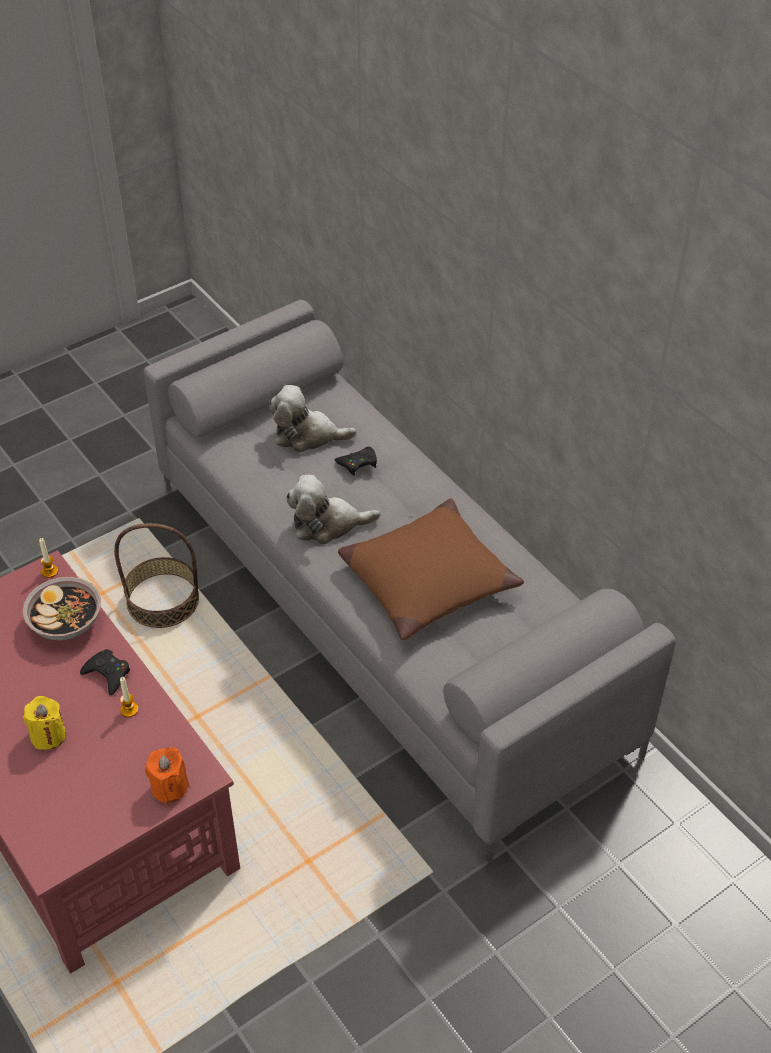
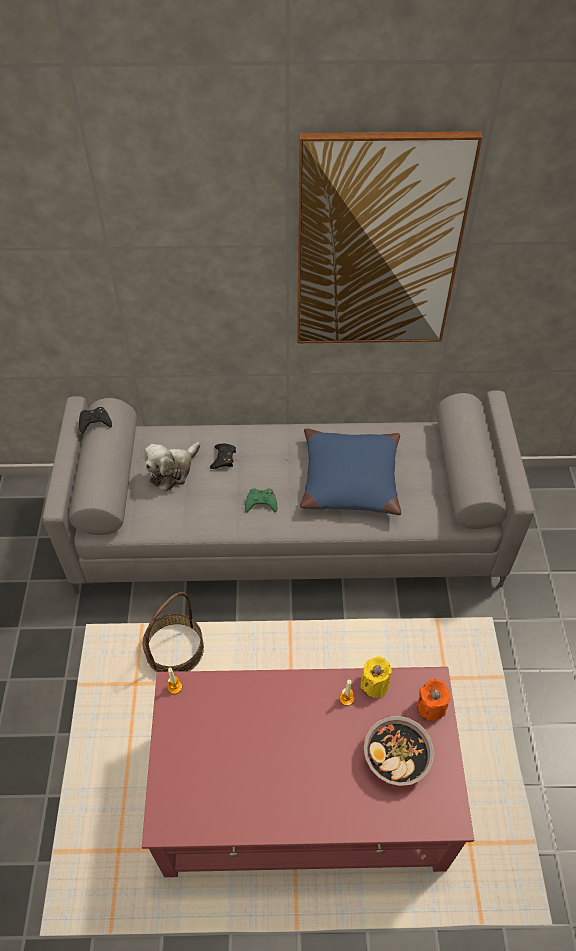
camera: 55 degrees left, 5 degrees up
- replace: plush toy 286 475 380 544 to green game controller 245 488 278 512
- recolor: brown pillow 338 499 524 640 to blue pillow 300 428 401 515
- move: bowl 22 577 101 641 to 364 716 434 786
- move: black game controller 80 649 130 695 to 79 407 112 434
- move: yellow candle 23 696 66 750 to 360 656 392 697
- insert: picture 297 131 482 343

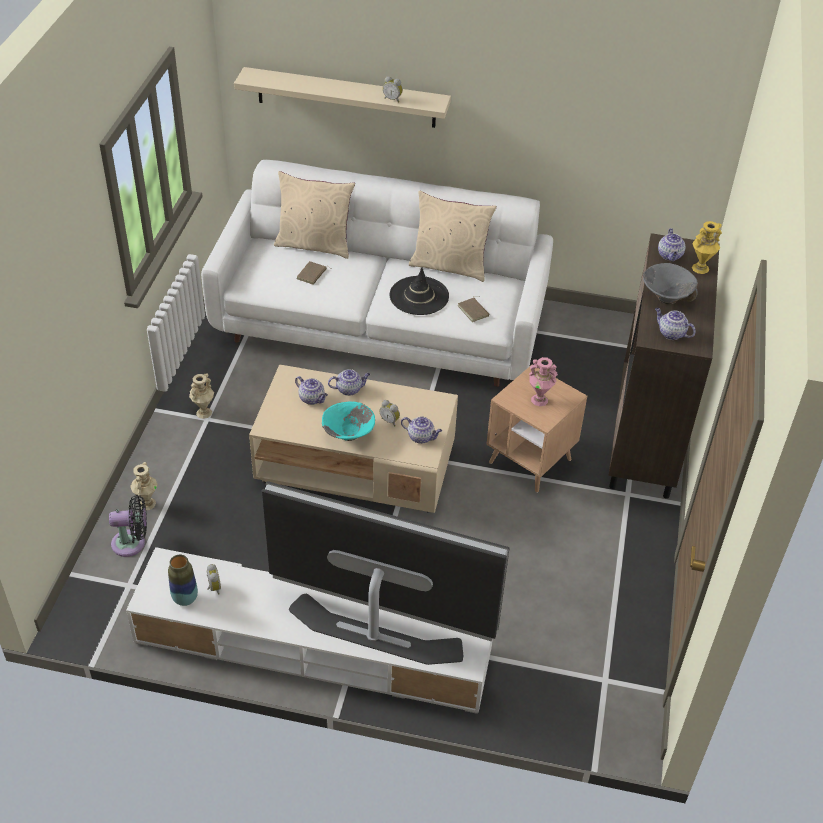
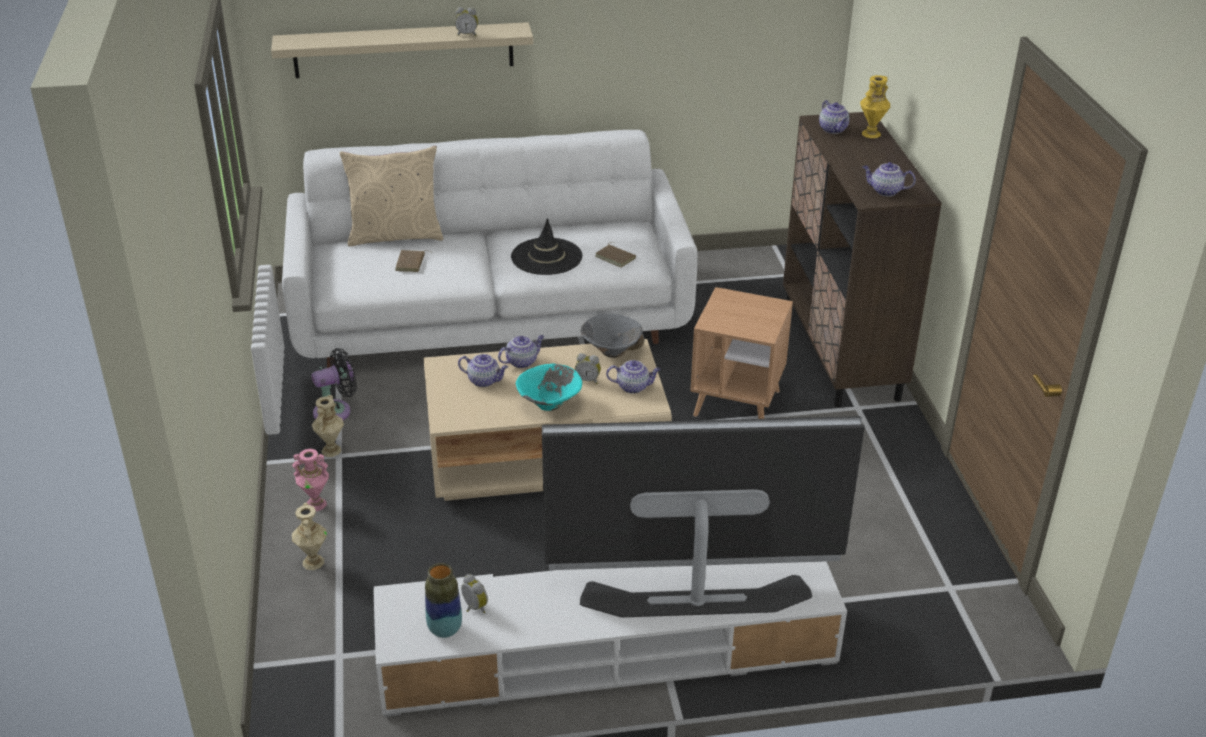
camera: 20 degrees left, 10 degrees down
- delete: beige pillow 409 191 497 282
- move: grey bowl 643 263 698 304 to 580 313 645 358
- move: pink vase 529 357 558 406 to 292 449 329 511
- move: black fan 109 495 147 557 to 311 348 357 420

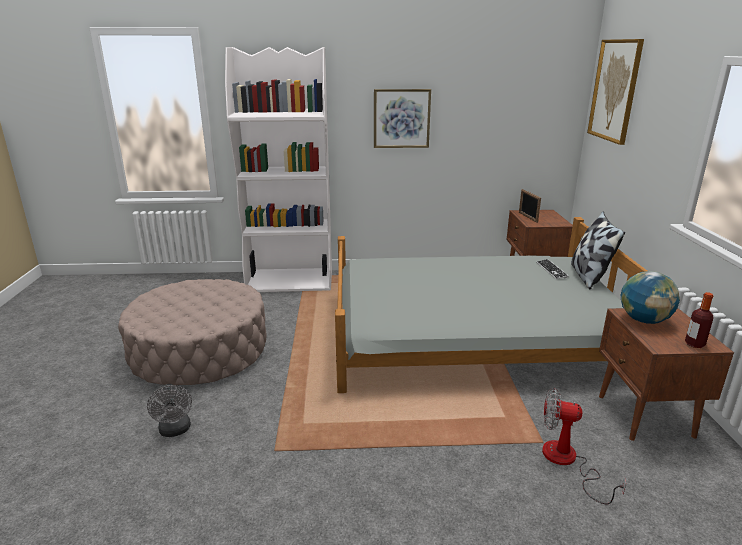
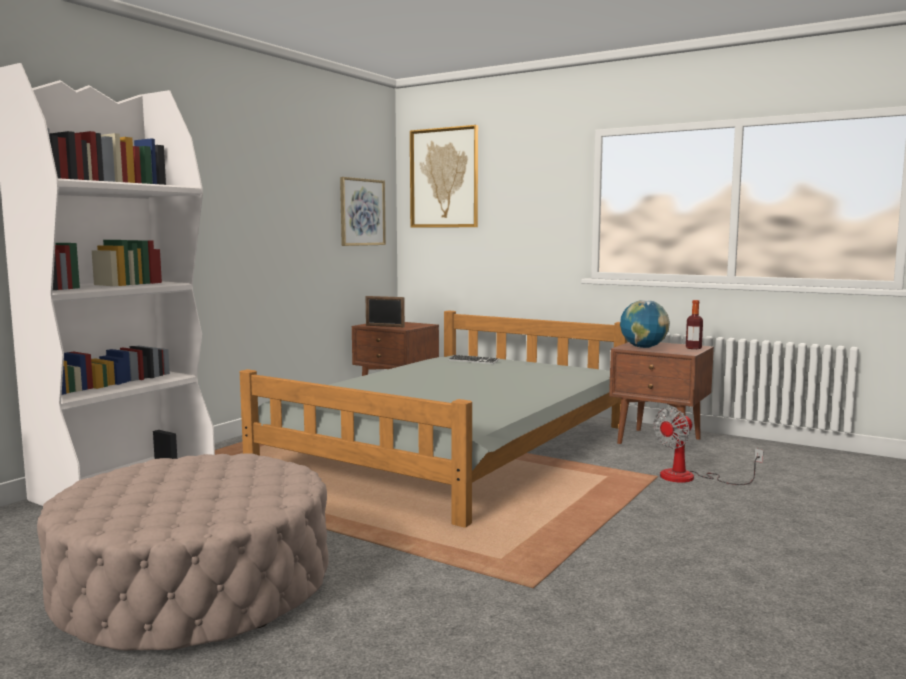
camera: 55 degrees left, 15 degrees down
- move: picture 374 89 431 148 to 340 177 386 246
- delete: pillow 571 211 625 289
- delete: grey fan 147 384 192 437

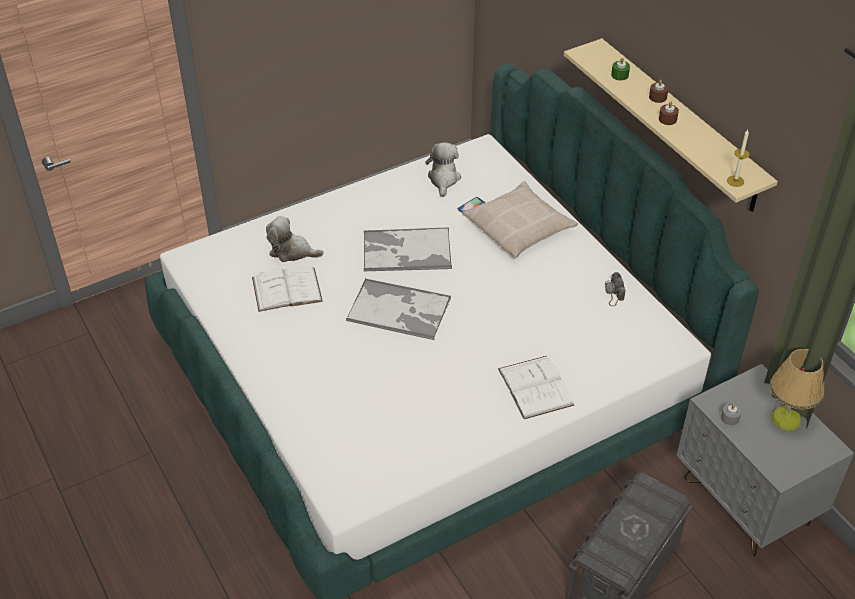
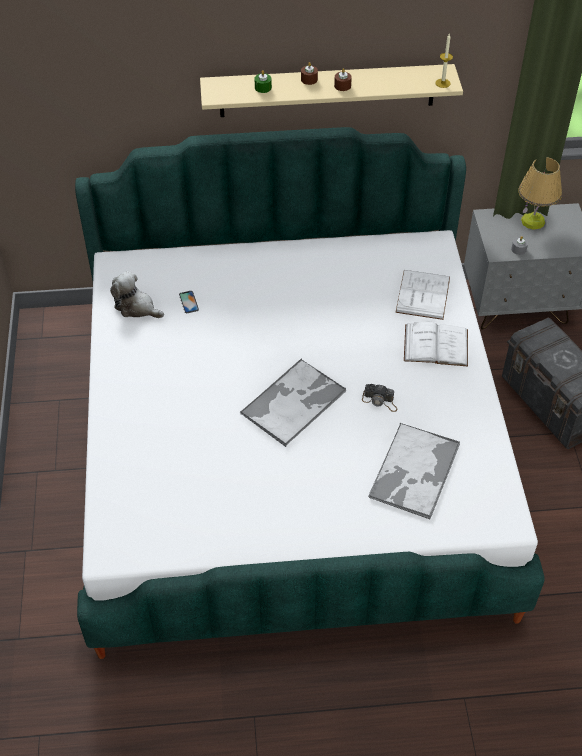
camera: 65 degrees left, 5 degrees up
- delete: beige pillow 462 181 578 259
- delete: plush toy 266 216 324 262
- move: tray 364 227 452 272 to 368 423 460 519
- move: white book 252 267 323 312 to 395 270 450 320
- move: photo camera 605 272 626 306 to 362 384 397 412

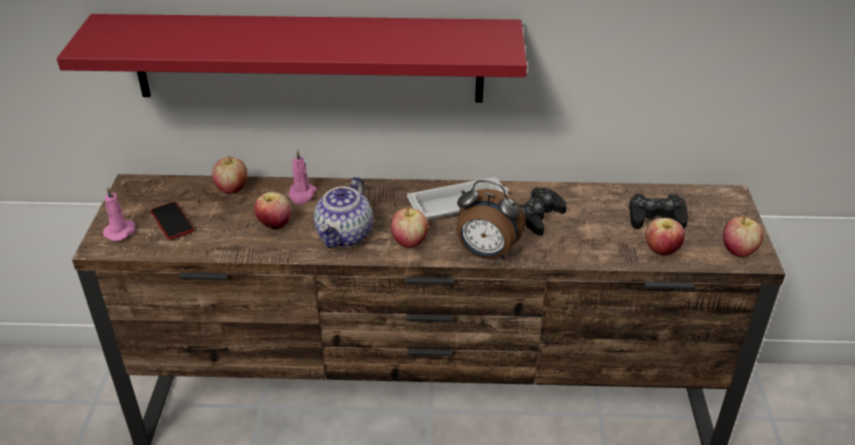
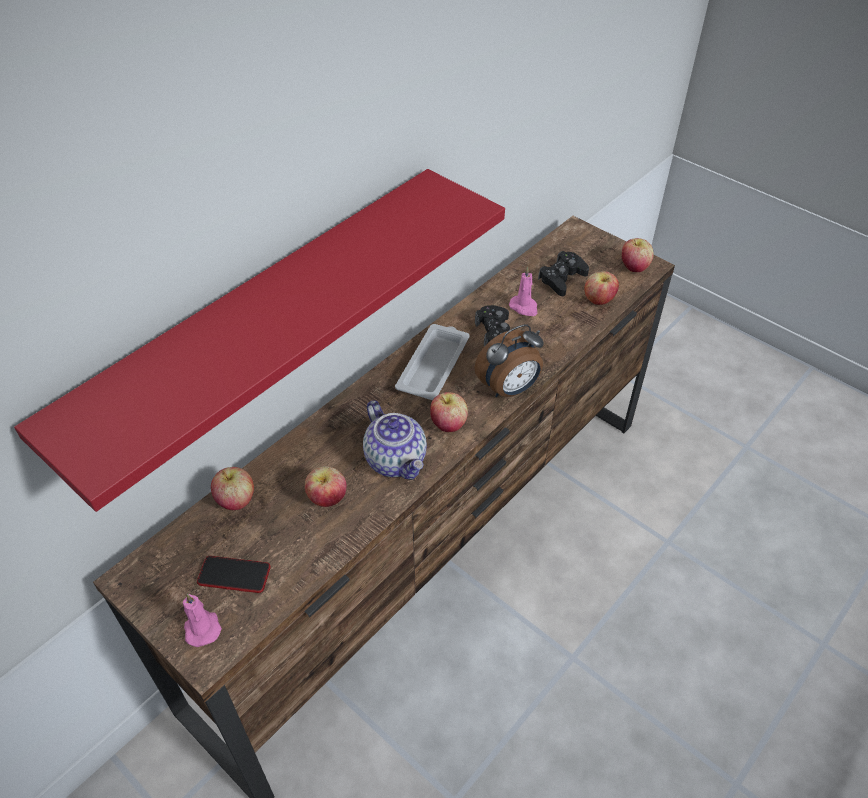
camera: 50 degrees left, 10 degrees up
- move: pink candle 288 149 317 204 to 509 267 537 316

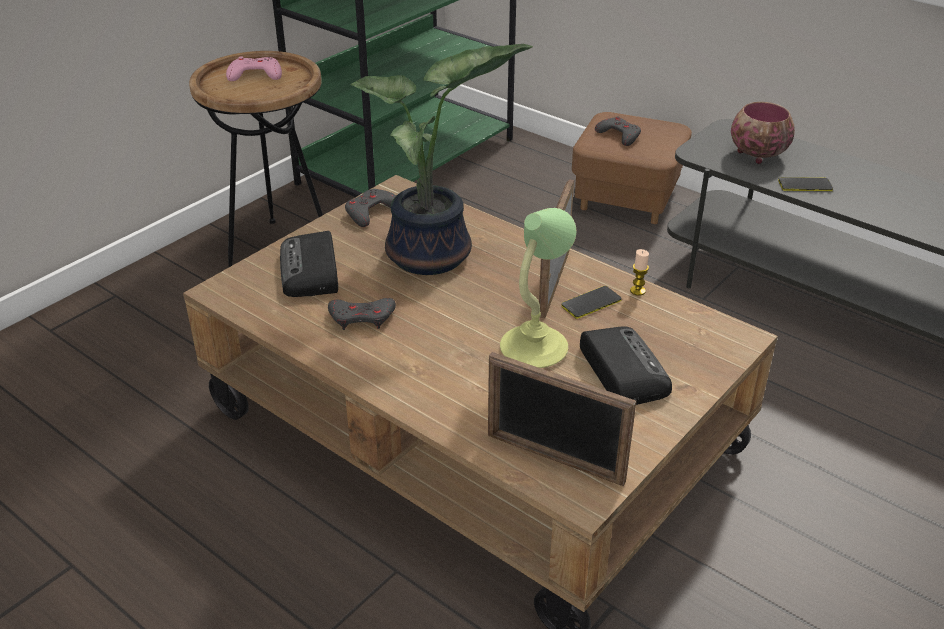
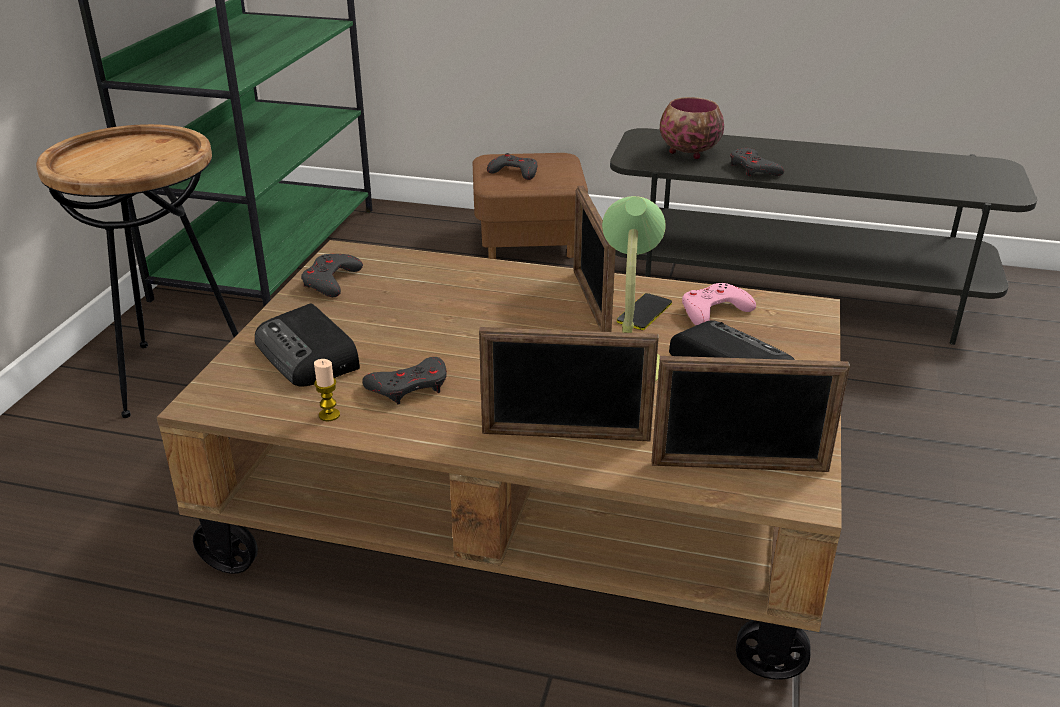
camera: 25 degrees left, 5 degrees down
- delete: potted plant 351 44 533 275
- move: pink game controller 226 56 282 81 to 682 283 756 325
- replace: phone 778 177 833 191 to grey game controller 730 148 784 176
- move: candle 630 249 649 296 to 314 359 340 421
- insert: picture frame 479 327 659 441

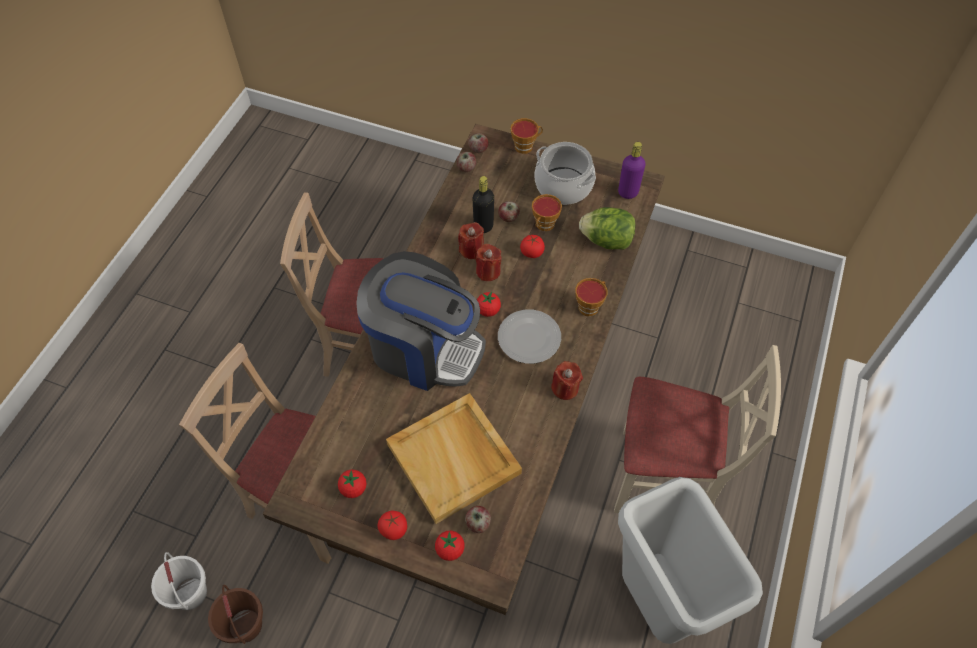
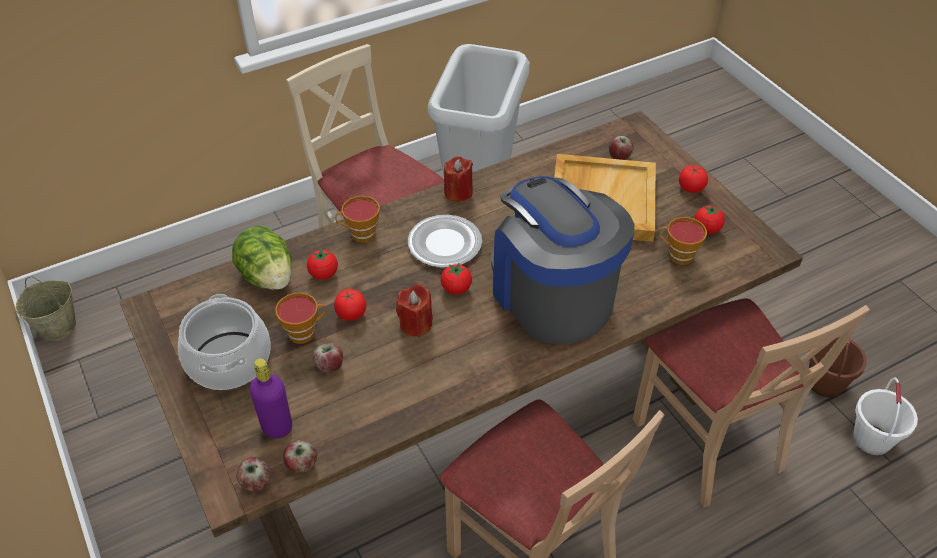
camera: 140 degrees left, 10 degrees down
- move: cup 510 118 543 154 to 659 217 707 265
- move: purple bottle 618 142 645 199 to 250 358 292 438
- delete: black bottle 473 176 494 233
- delete: red candle 458 222 484 260
- move: tomato 435 531 465 561 to 307 248 338 280
- insert: beige bucket 16 277 76 340

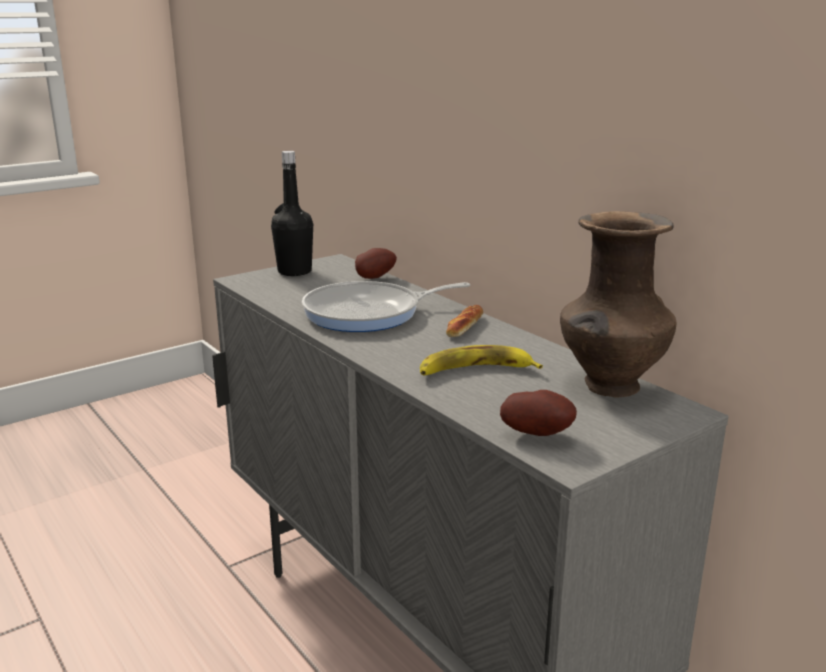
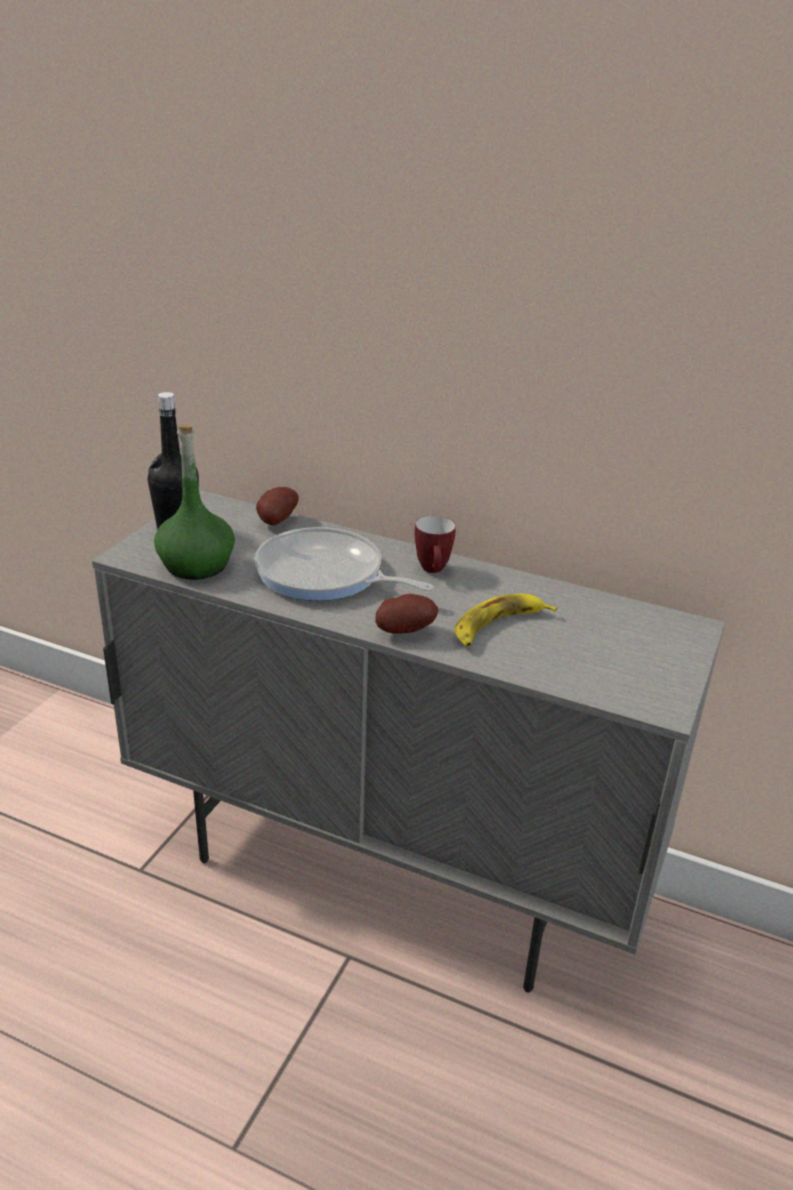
camera: 30 degrees left, 10 degrees up
- delete: brown vase 560 211 677 397
- rotate: frying pan 302 281 470 332 = 255 527 434 601 75 degrees clockwise
- replace: bread 446 305 483 337 to mug 415 516 456 573
- move: potato 500 390 577 436 to 375 594 438 633
- insert: green bottle 154 425 235 580

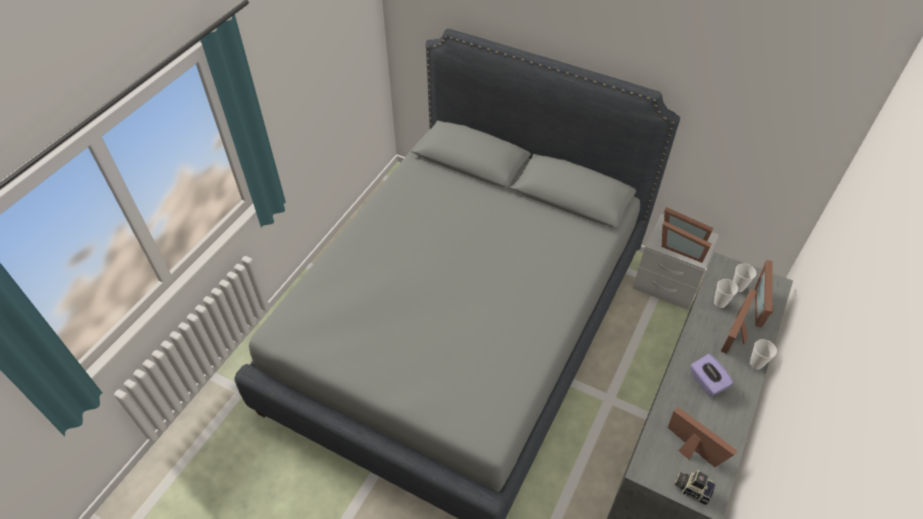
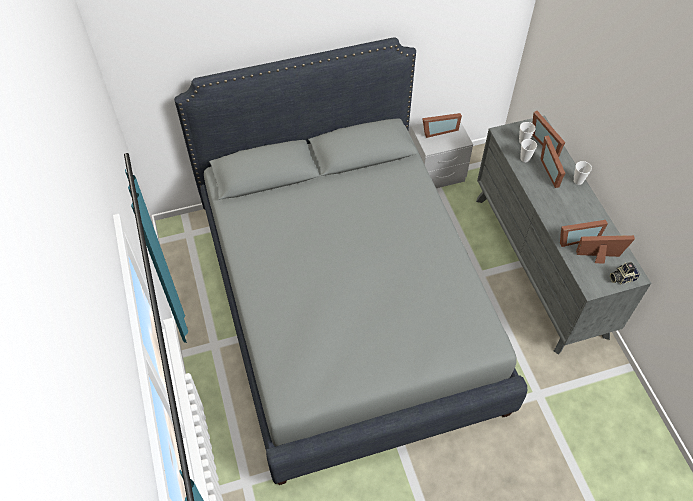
camera: 45 degrees left, 5 degrees up
- move: picture frame 662 221 712 263 to 560 220 608 247
- delete: purple tissue box 690 354 734 397

